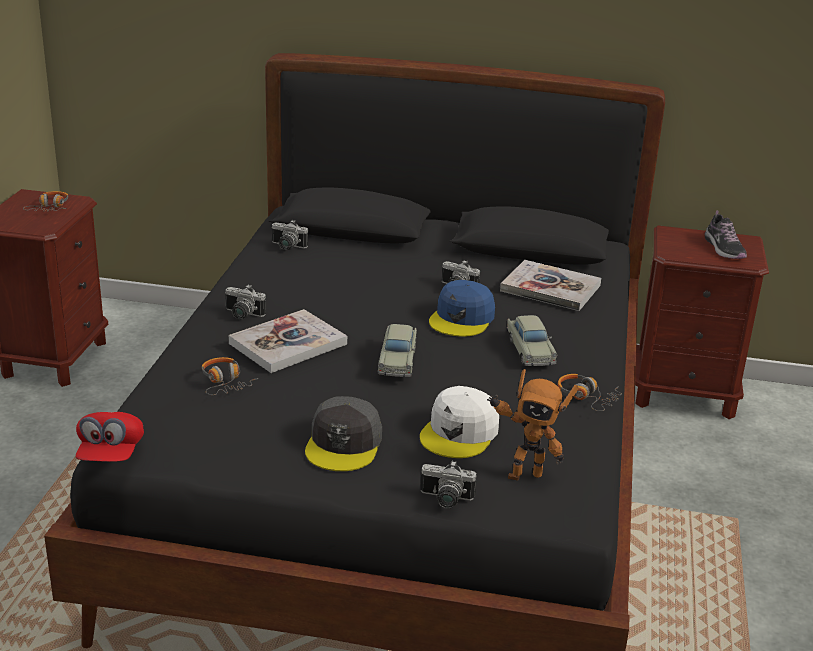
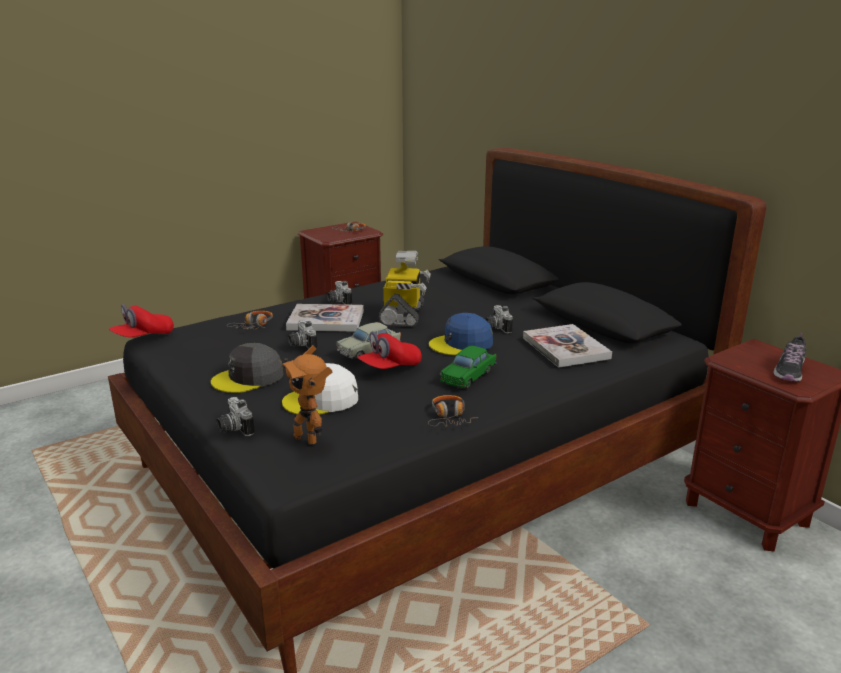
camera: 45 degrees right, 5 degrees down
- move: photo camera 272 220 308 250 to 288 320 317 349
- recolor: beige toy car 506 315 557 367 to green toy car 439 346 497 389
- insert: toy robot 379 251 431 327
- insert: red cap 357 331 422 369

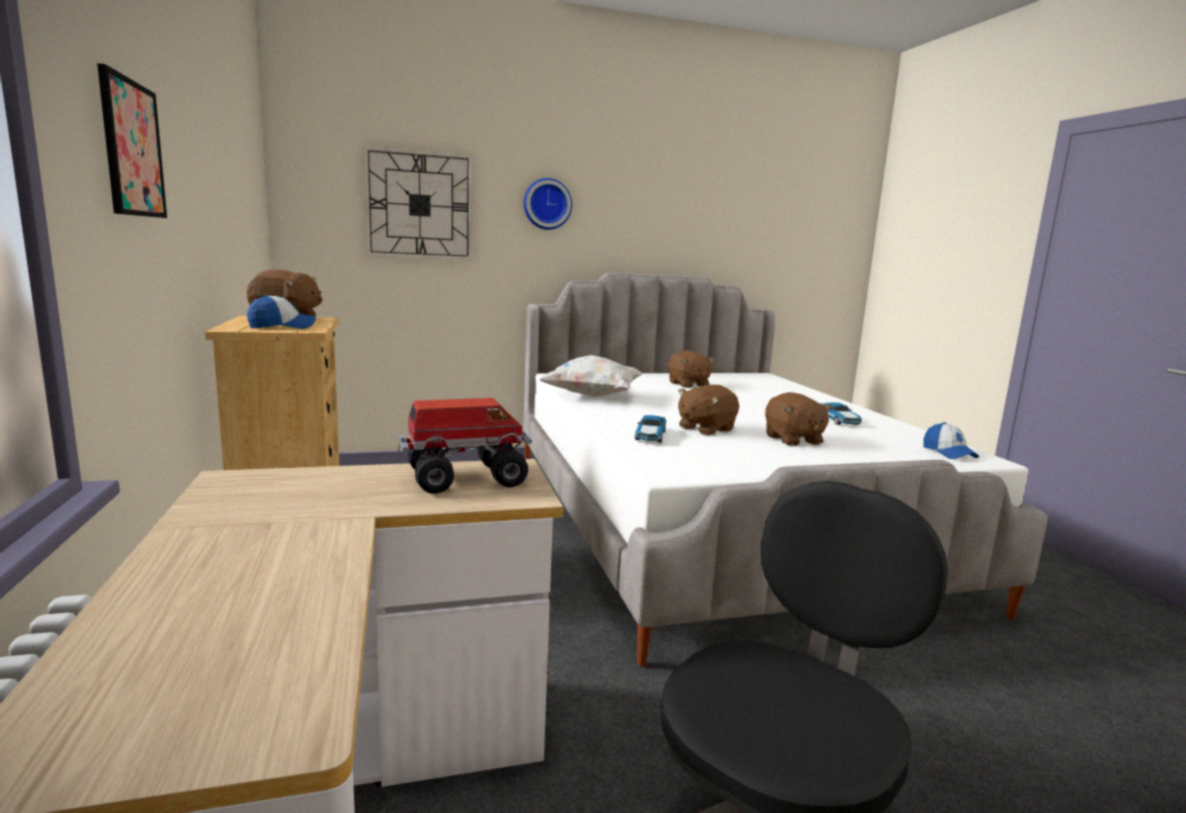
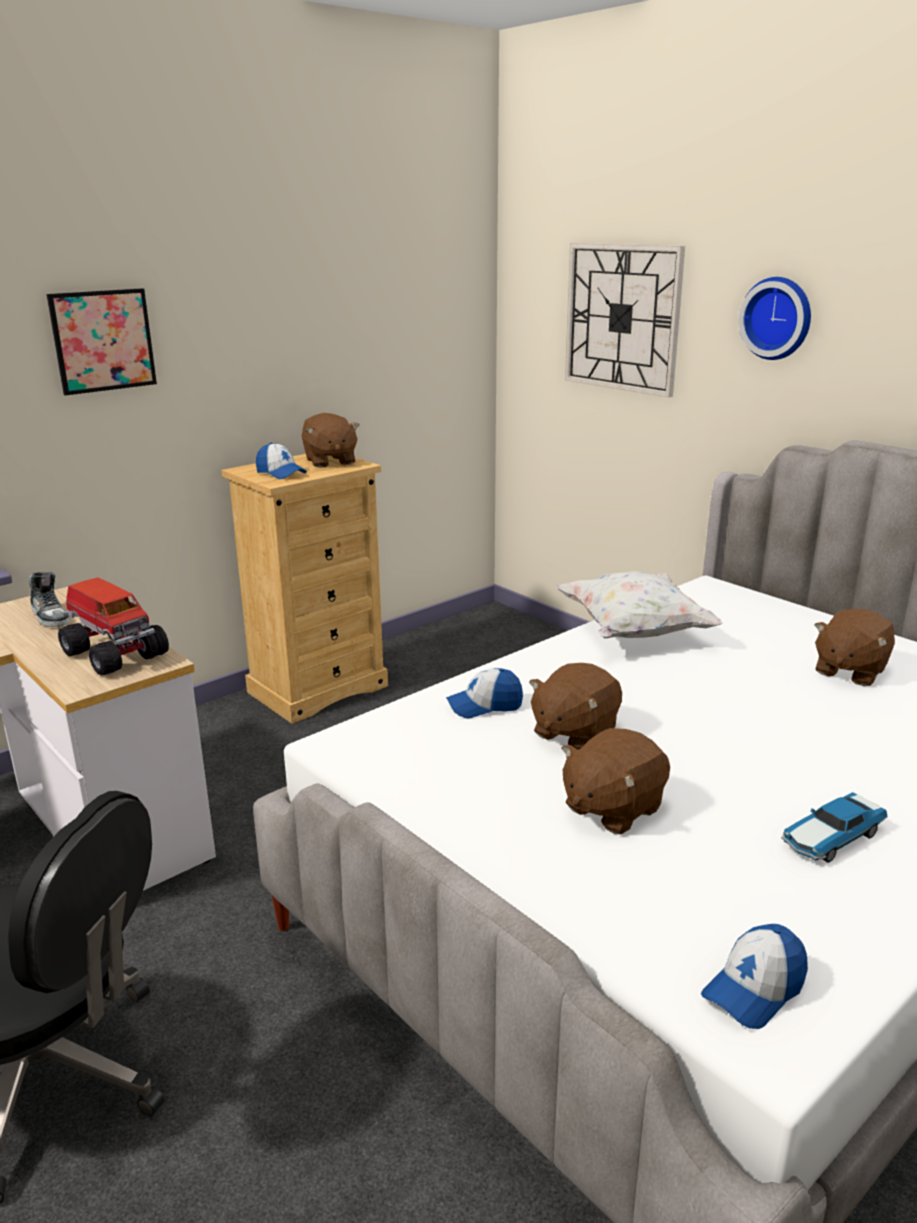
camera: 65 degrees right, 10 degrees up
- rotate: brown plush toy 678 385 739 435 = 529 663 622 750 75 degrees counterclockwise
- replace: toy car 634 415 666 443 to cap 446 668 523 718
- insert: shoe 29 572 70 627

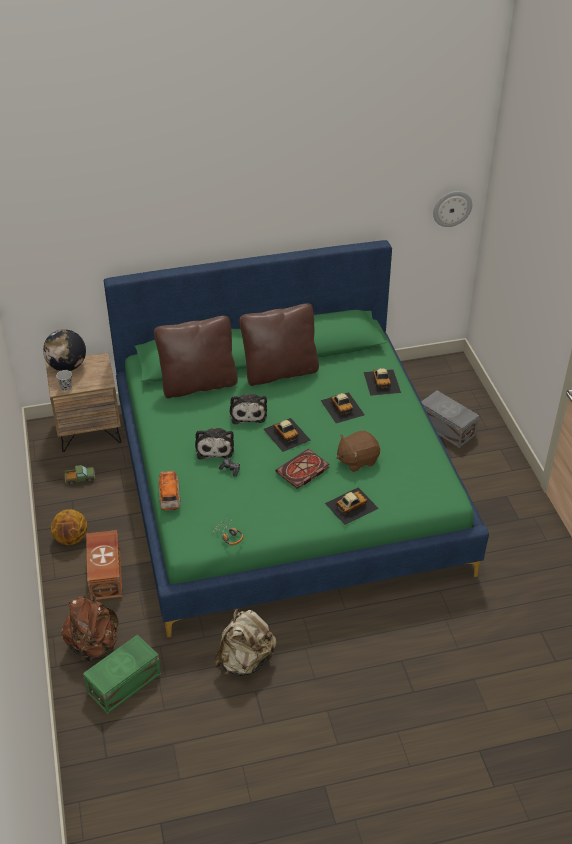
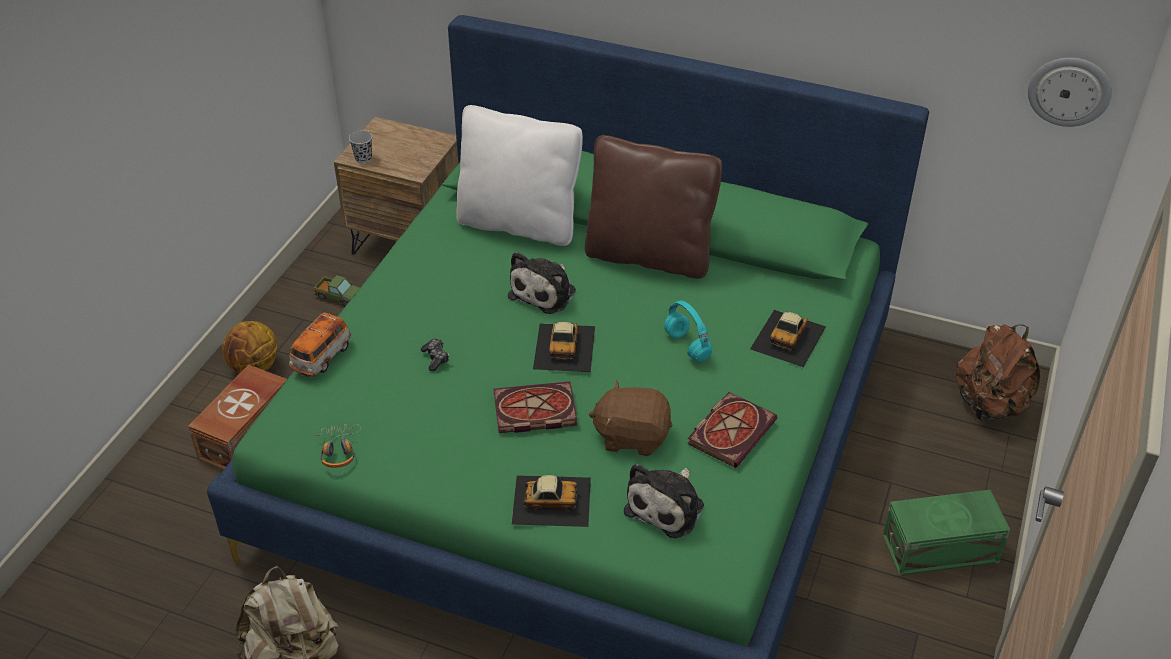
camera: 35 degrees right, 0 degrees up
- recolor: brown pillow 154 316 238 399 to white pillow 456 105 583 246
- delete: globe 43 329 86 371
- delete: grey storage box 421 390 479 448
- replace: toy car 320 392 365 423 to turquoise headphones 664 300 712 362
- move: plush toy 195 428 234 459 to 624 463 704 538
- move: brown backpack 61 593 119 663 to 956 324 1040 420
- move: green storage box 83 634 161 714 to 882 490 1010 576
- insert: book 687 392 777 468

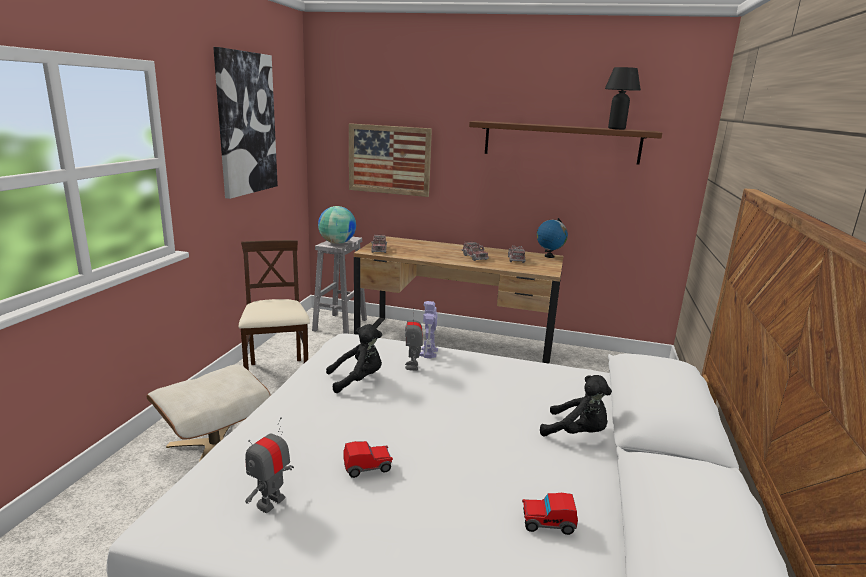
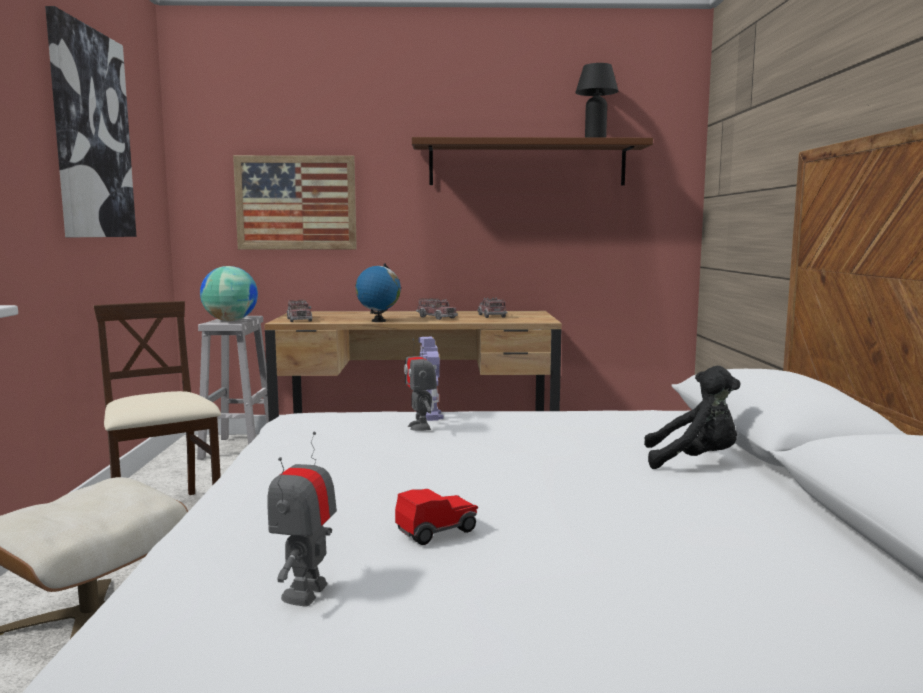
camera: 15 degrees left, 10 degrees down
- move: globe 537 218 568 258 to 356 263 401 322
- delete: black plush toy 326 324 382 393
- delete: toy car 522 493 578 535

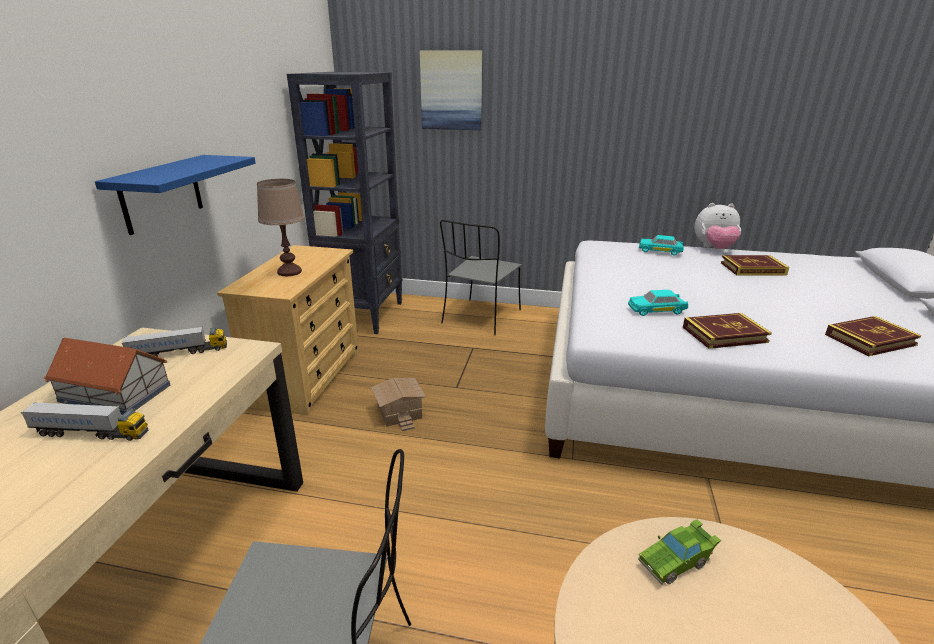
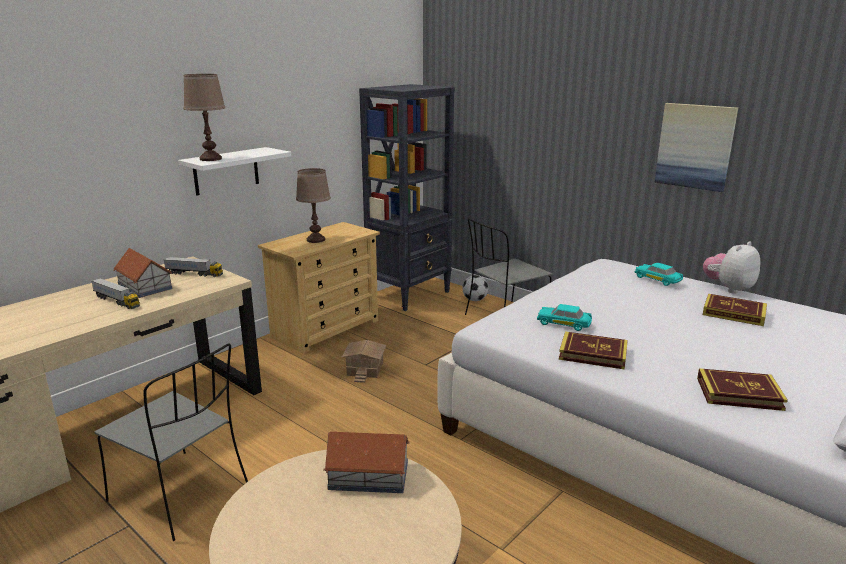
camera: 30 degrees right, 5 degrees down
- move: picture 420 50 483 130 to 655 103 738 192
- recolor: blue shelf 95 155 256 235 to white shelf 178 147 291 195
- rotate: plush toy 694 203 741 249 = 703 241 761 294 105 degrees clockwise
- replace: green toy car 638 519 721 585 to toy house 323 432 410 493
- insert: brown table lamp 184 74 225 161
- insert: football 462 275 488 301

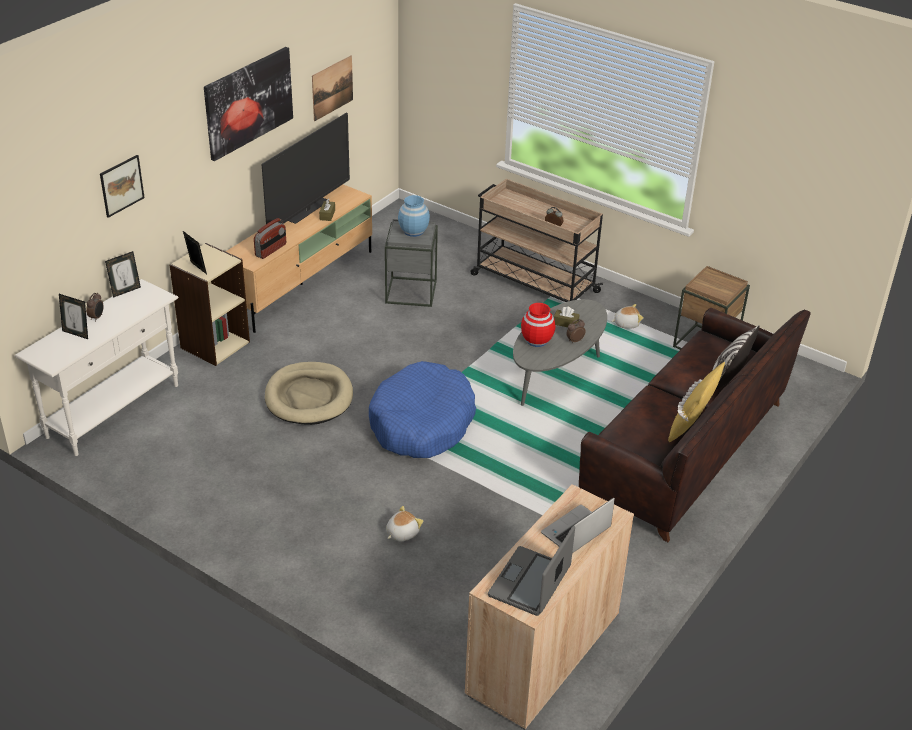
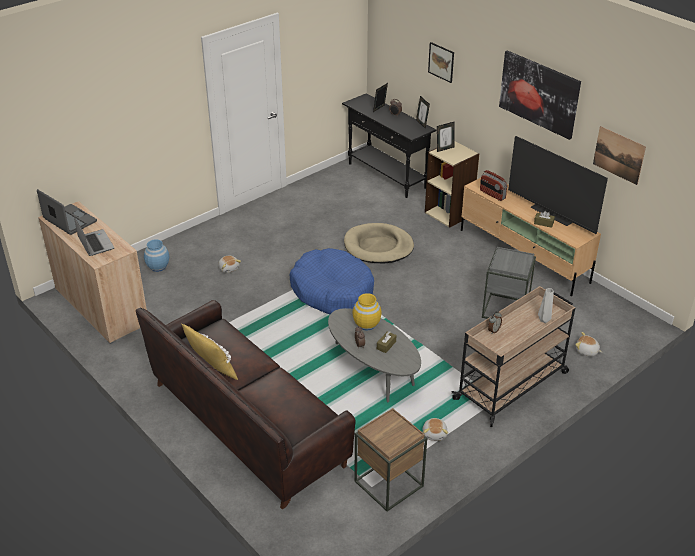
camera: 105 degrees right, 0 degrees up
- move: blue vase 398 195 430 237 to 144 239 169 272
- recolor: white console table 15 279 179 456 to black console table 342 93 437 198
- recolor: red vase 521 303 555 347 to yellow vase 352 293 382 330
- delete: pillow 712 325 760 389
- insert: grey vase 538 288 554 323
- insert: plush toy 575 332 602 356

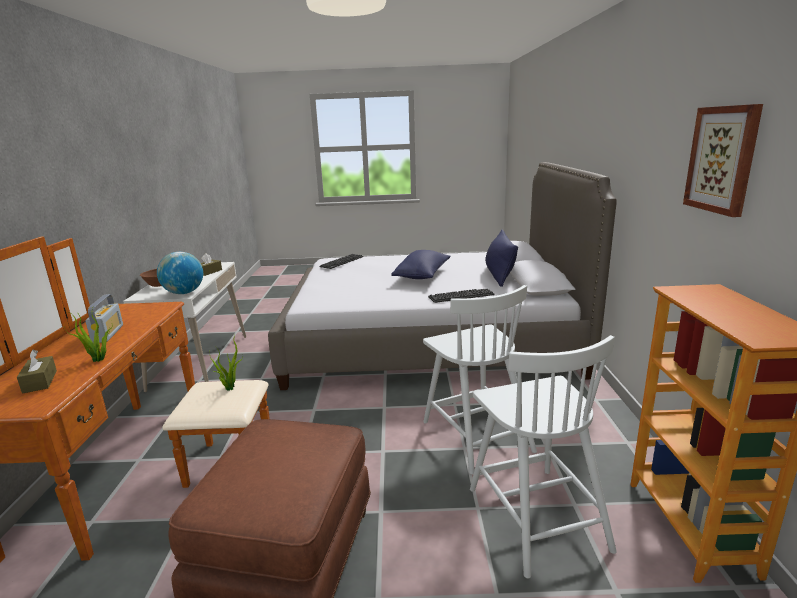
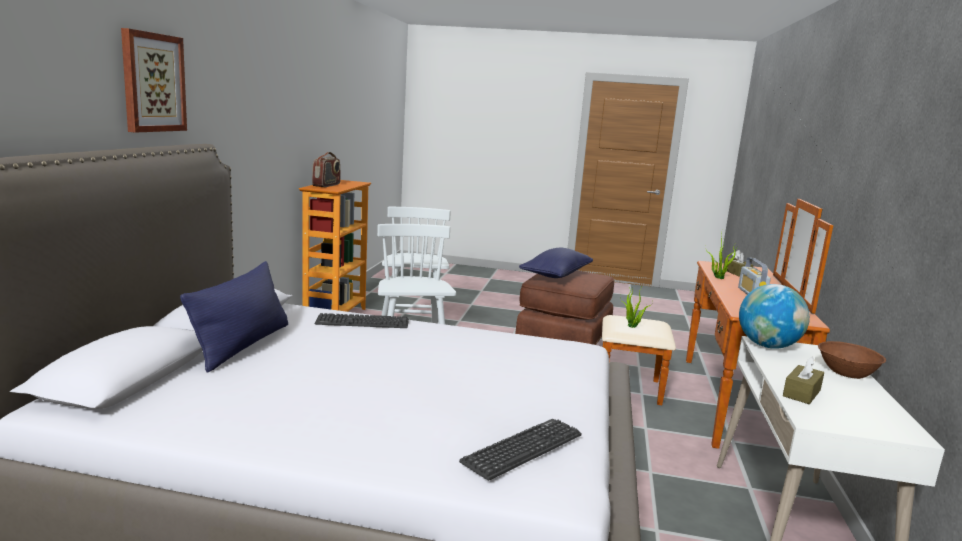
camera: 170 degrees left, 5 degrees down
- move: picture 683 104 763 217 to 121 28 187 133
- move: blue pillow 391 250 450 279 to 519 248 593 278
- insert: radio 312 152 341 187

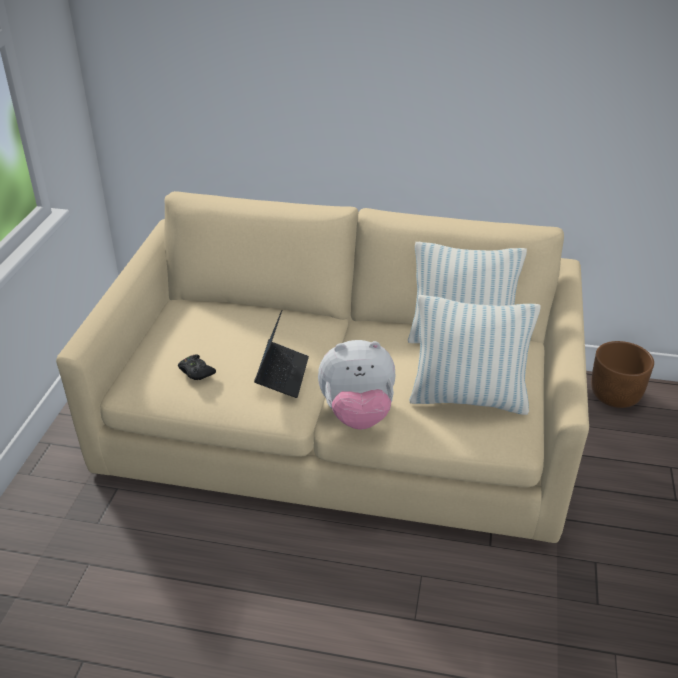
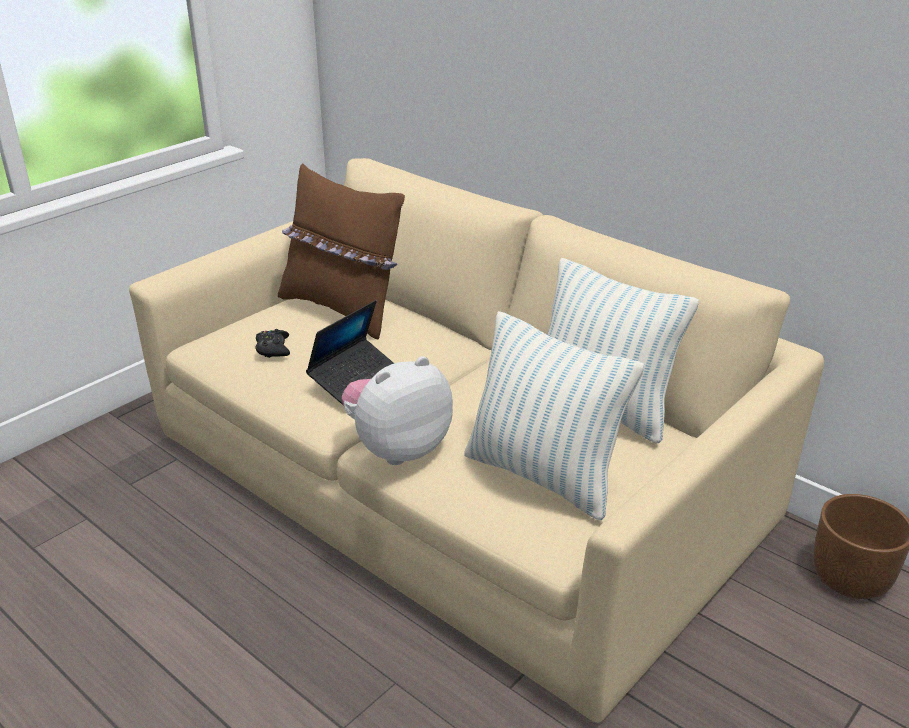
camera: 30 degrees right, 5 degrees down
- rotate: plush toy 318 340 395 429 = 342 356 453 465 120 degrees clockwise
- insert: brown pillow 278 163 405 340

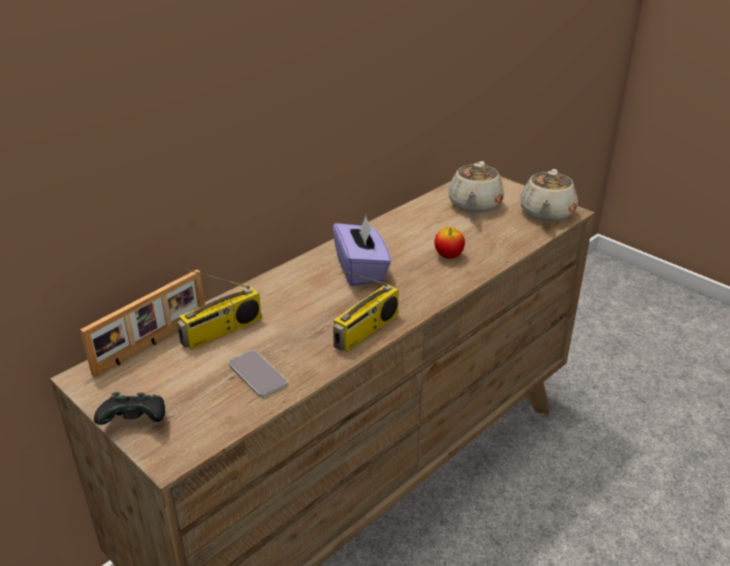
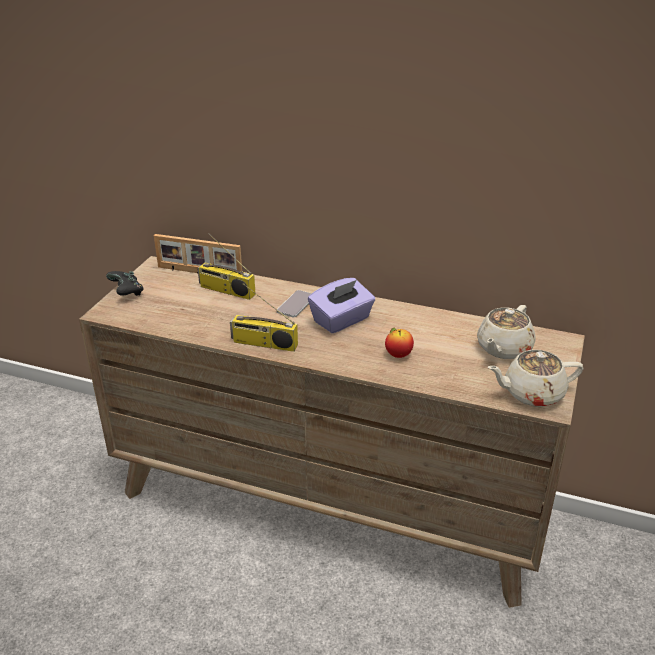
camera: 65 degrees right, 0 degrees up
- rotate: beige teapot 448 161 504 213 = 477 305 536 359 45 degrees counterclockwise
- move: phone 228 350 287 397 to 277 290 312 317

